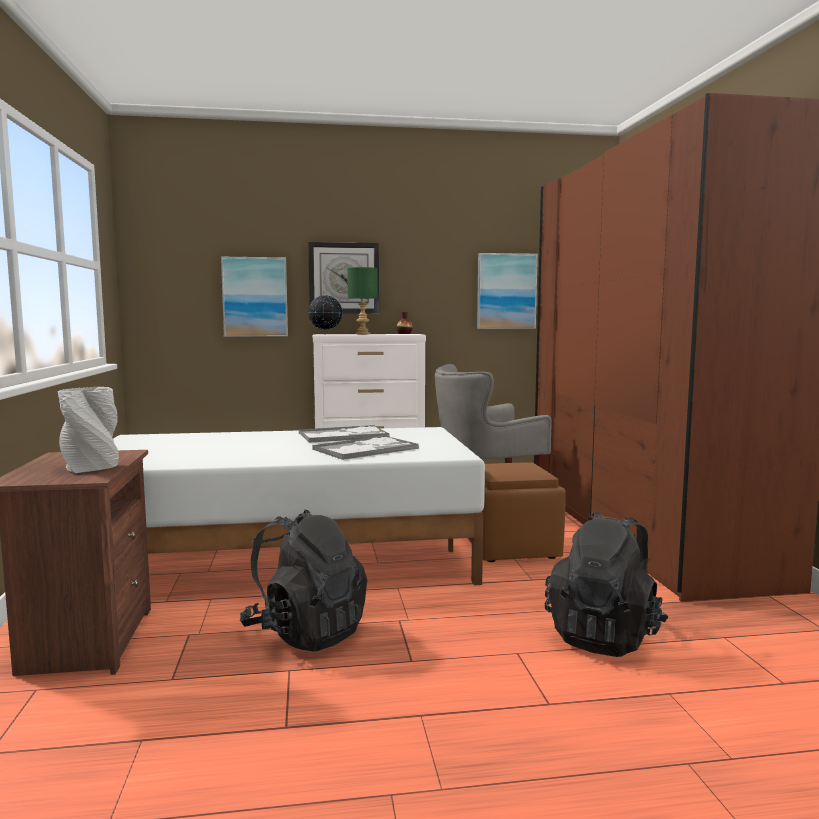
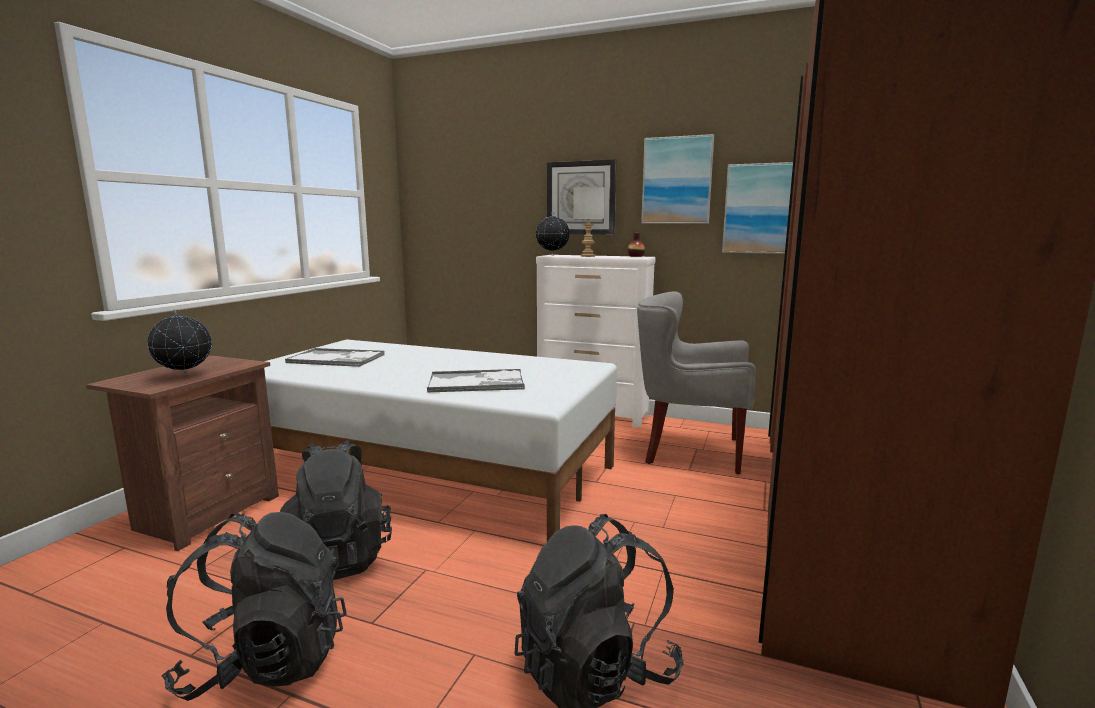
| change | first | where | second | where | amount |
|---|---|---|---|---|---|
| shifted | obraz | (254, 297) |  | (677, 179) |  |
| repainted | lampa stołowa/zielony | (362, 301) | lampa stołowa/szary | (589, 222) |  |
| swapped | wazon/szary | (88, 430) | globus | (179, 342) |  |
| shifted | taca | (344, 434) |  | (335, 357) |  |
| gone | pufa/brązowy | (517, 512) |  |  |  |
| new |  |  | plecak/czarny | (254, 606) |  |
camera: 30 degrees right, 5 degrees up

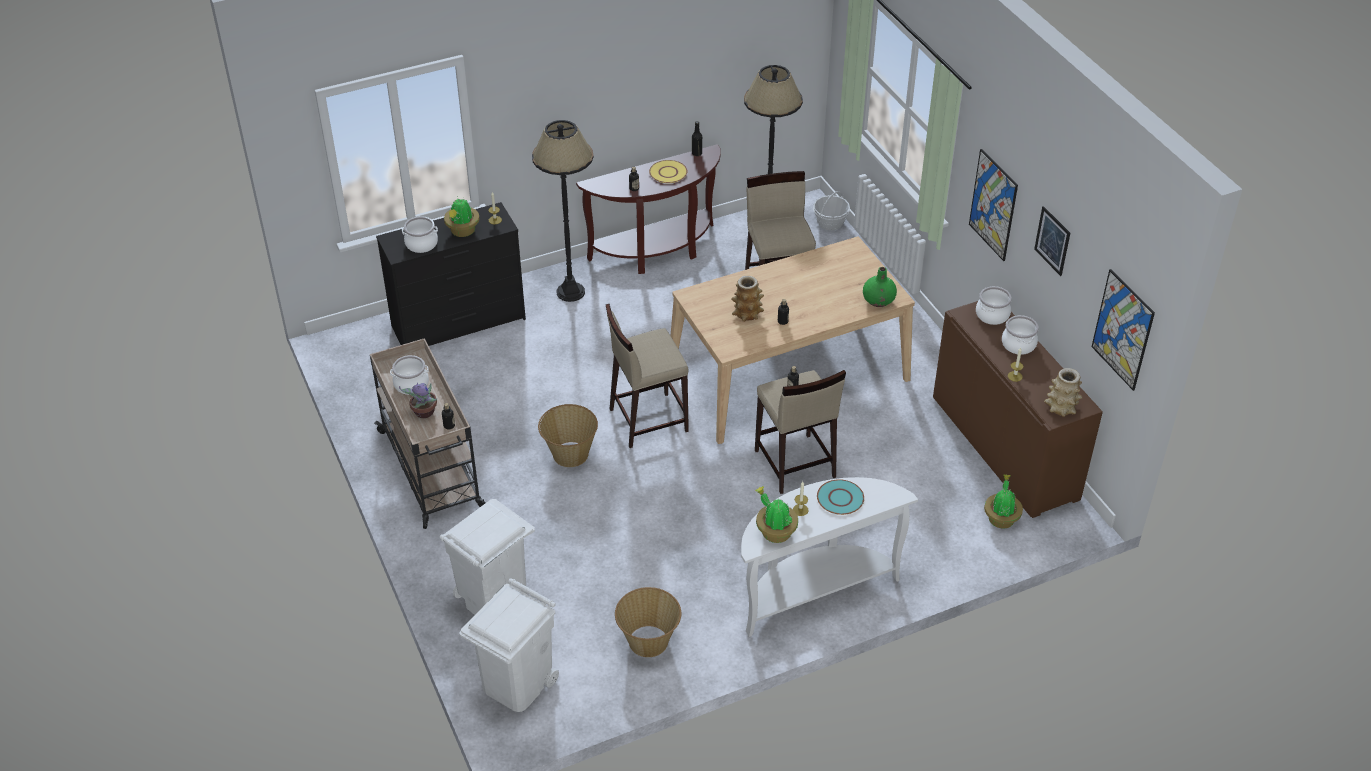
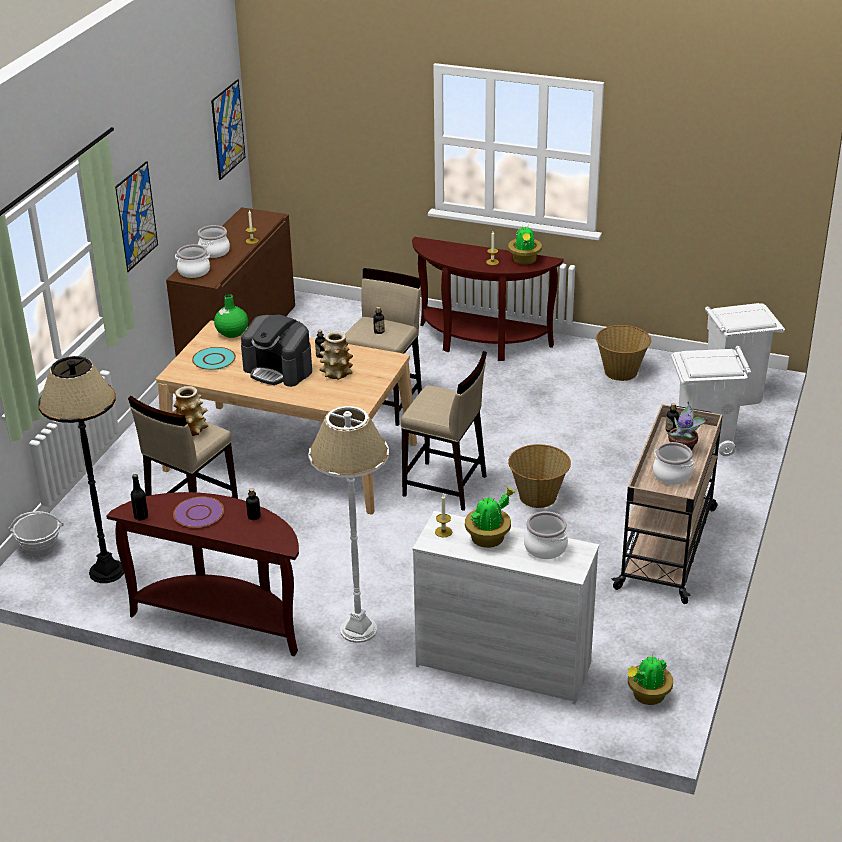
| change | first | where | second | where | amount |
|---|---|---|---|---|---|
| repainted | lampa stojąca/czarny | (562, 211) | lampa stojąca/biały | (348, 524) |  |
| repainted | talerz/żółty | (668, 171) | talerz/fioletowy | (198, 512) |  |
| repainted | komoda/czarny | (451, 274) | komoda/biały | (505, 607) |  |
| gone | obraz | (1052, 241) |  |  |  |
| shifted | wazon | (1063, 392) |  | (190, 411) |  |
| shifted | roślina doniczkowa | (1003, 501) |  | (650, 680) |  |
| repainted | stolik konsolowy/biały | (829, 557) | stolik konsolowy/brązowy | (487, 299) |  |
| shifted | talerz/turkusowy | (840, 497) |  | (214, 358) |  |
| new |  |  | ekspres do kawy | (276, 350) |  |
camera: 135 degrees left, 10 degrees down

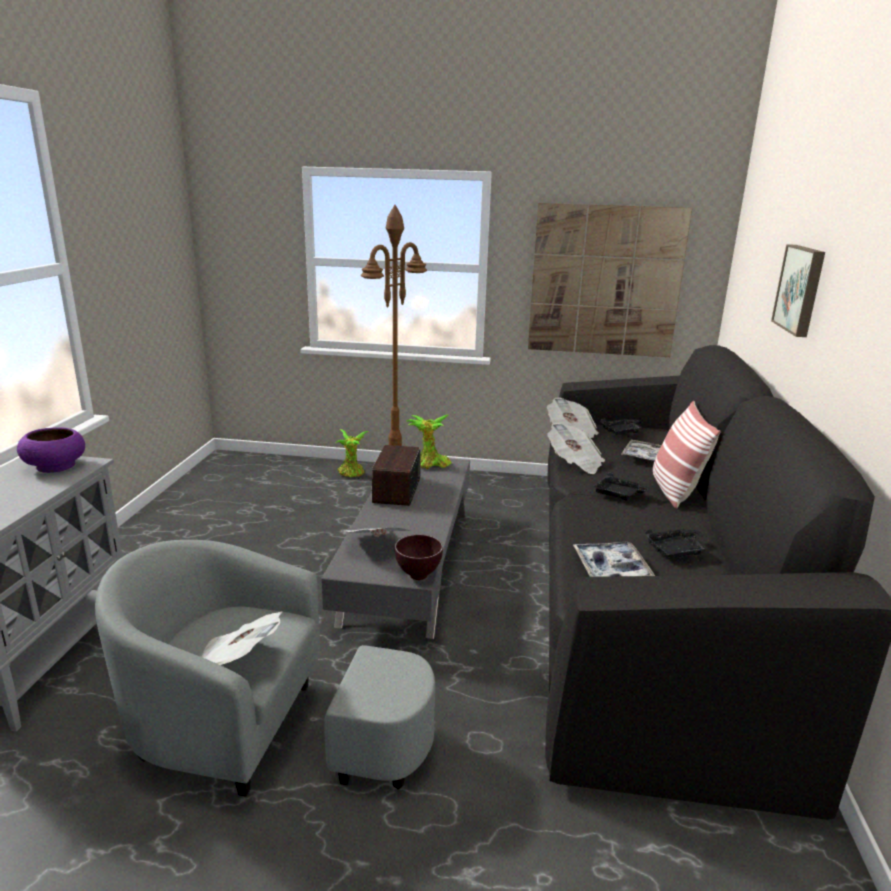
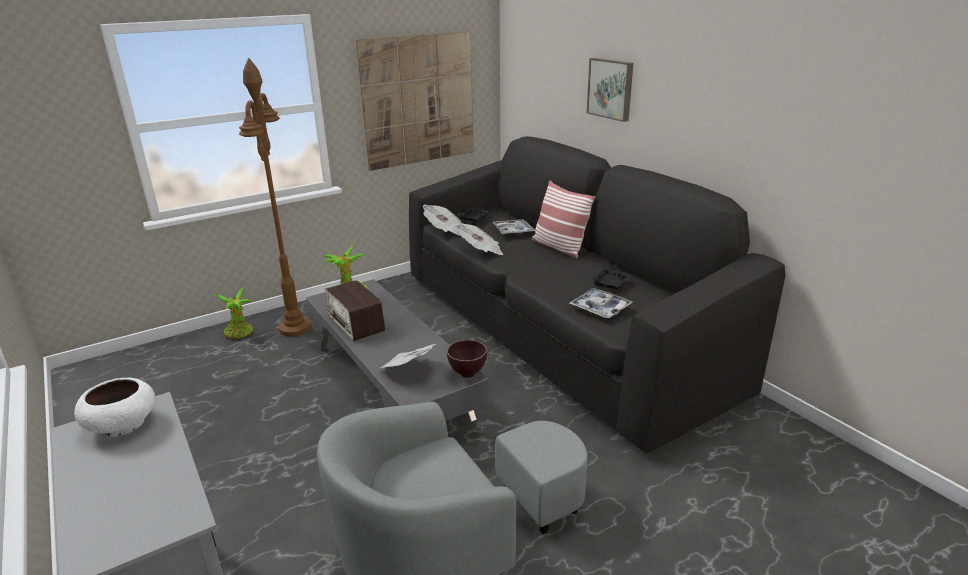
| change | first | where | second | where | amount |
|---|---|---|---|---|---|
| repainted | miska/fioletowy | (51, 450) | miska/biały | (114, 407) |  |
| gone | taca/czarny | (622, 486) |  |  |  |
| gone | gazeta | (241, 638) |  |  |  |
camera: 40 degrees left, 5 degrees up

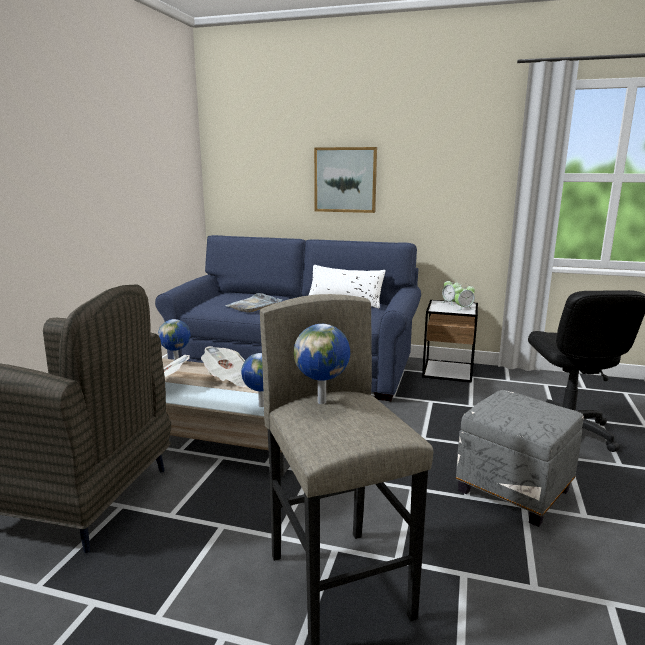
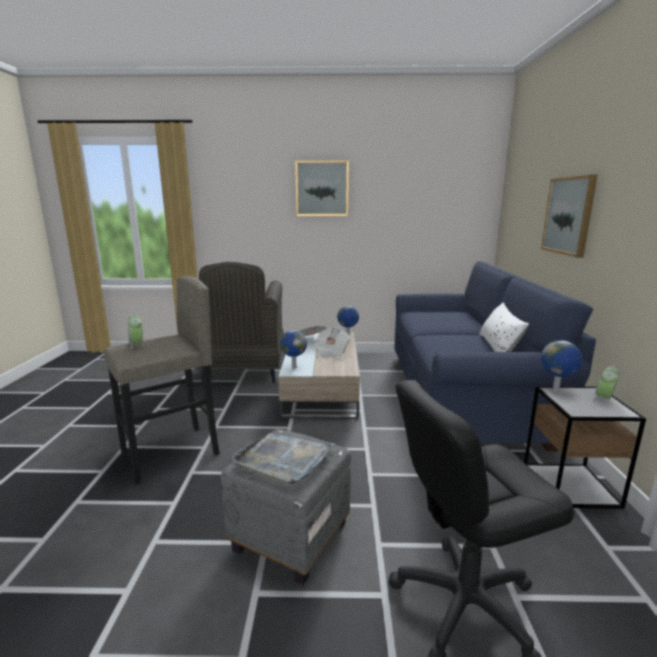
| change | first | where | second | where | amount |
|---|---|---|---|---|---|
| shifted | budzik | (465, 296) |  | (135, 330) |  |
| shifted | taca/szary | (253, 303) |  | (283, 459) |  |
| shifted | globus | (322, 364) |  | (561, 366) |  |
| new |  |  | obraz | (322, 188) |  |
camera: 75 degrees right, 0 degrees up

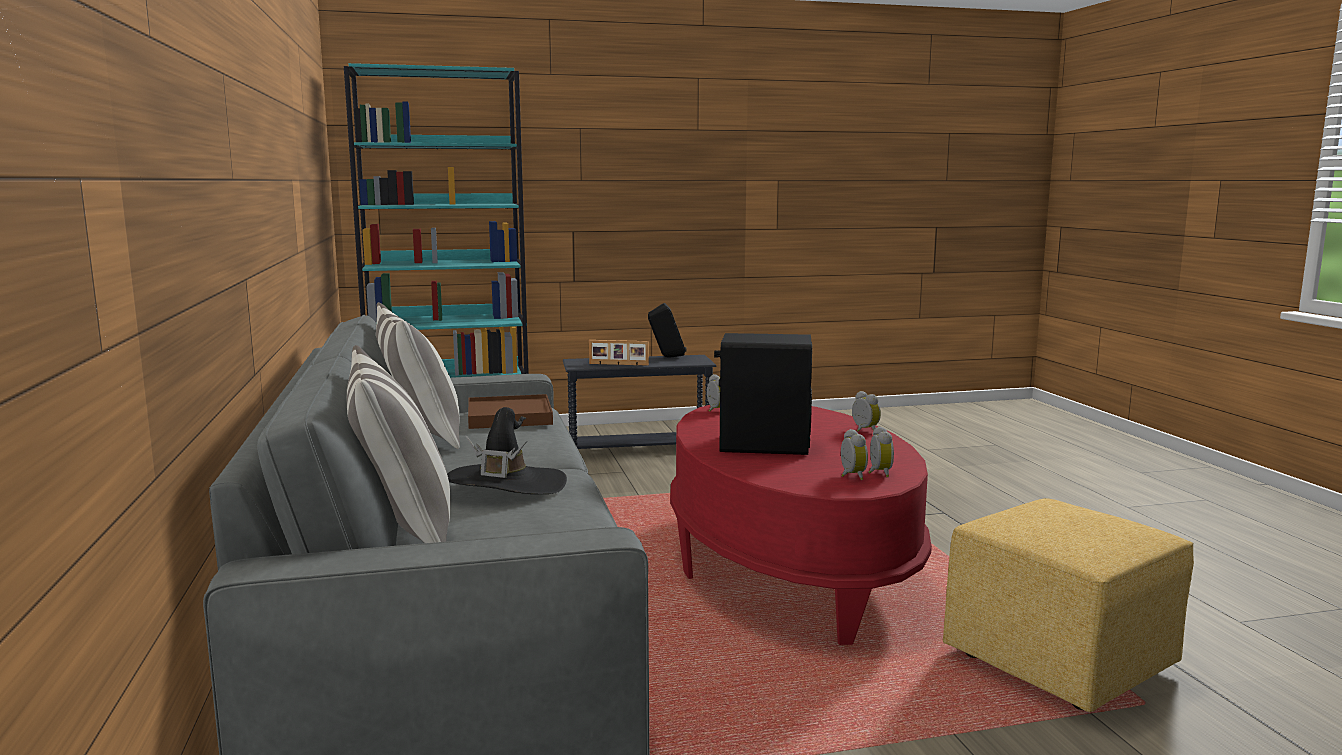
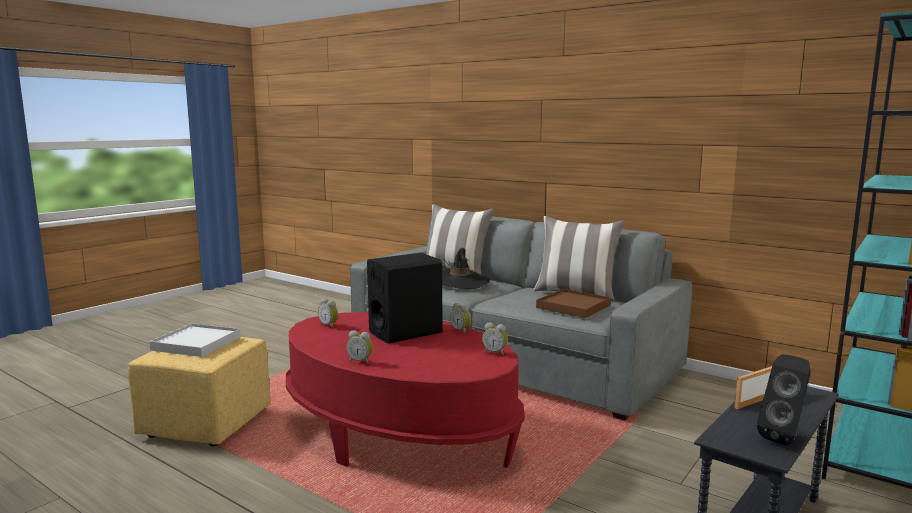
| change | first | where | second | where | amount |
|---|---|---|---|---|---|
| shifted | budzik | (881, 451) |  | (460, 318) |  |
| new |  |  | taca/biały | (194, 340) |  |
camera: 140 degrees right, 0 degrees up

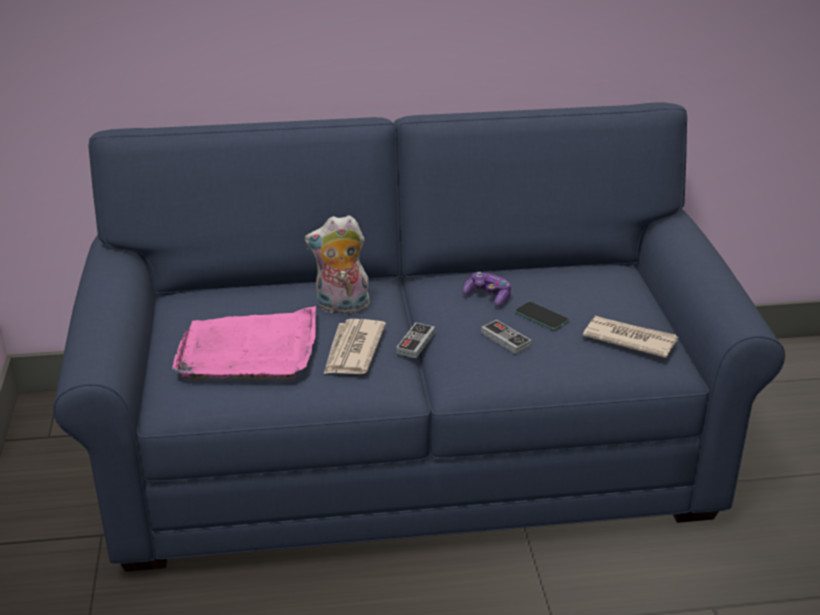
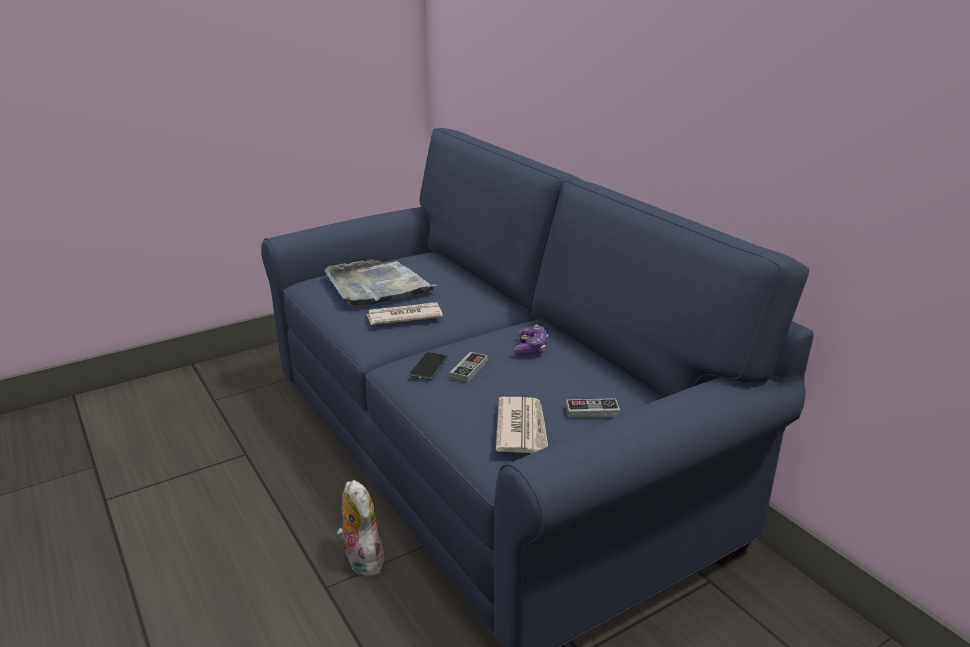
| change | first | where | second | where | amount |
|---|---|---|---|---|---|
| shifted | pluszak | (338, 264) |  | (361, 528) |  |
| shifted | telefon | (542, 316) |  | (428, 366) |  |
| repainted | taca/różowy | (244, 342) | taca/szary | (380, 283) |  |
| shifted | pad do gier | (415, 340) |  | (593, 408) |  |
camera: 65 degrees right, 5 degrees down

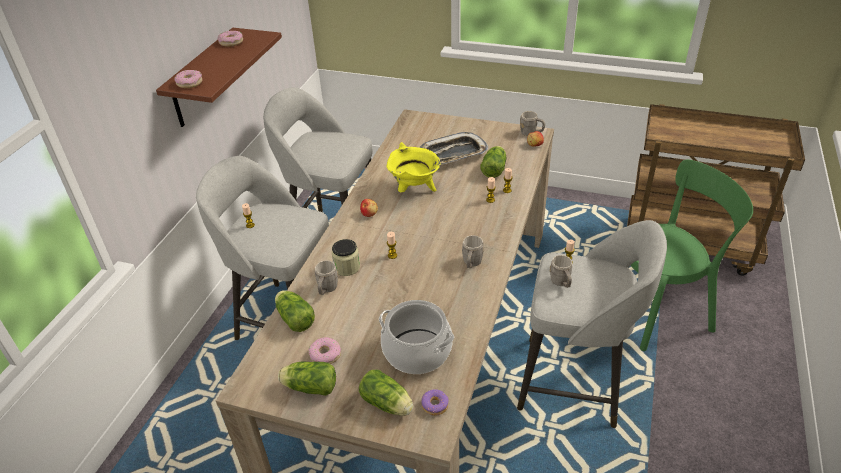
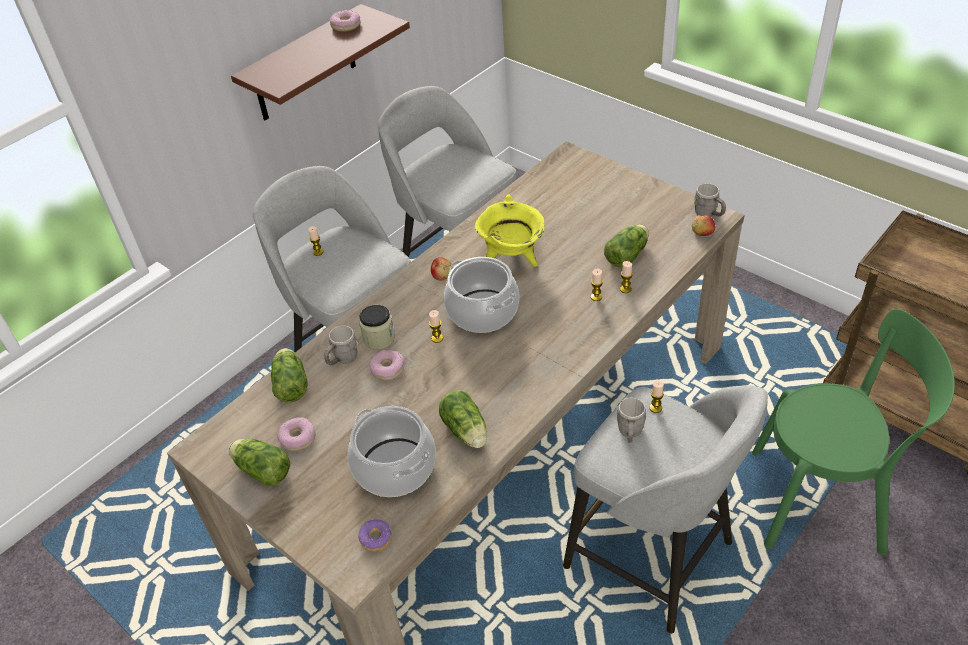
| change | first | where | second | where | amount |
|---|---|---|---|---|---|
| shifted | donut | (188, 79) |  | (387, 365) |  |
| gone | taca | (453, 148) |  |  |  |
| gone | kubek/szary | (473, 251) |  |  |  |
| shifted | sałata | (386, 393) |  | (463, 419) |  |
| new |  |  | garnek | (481, 295) |  |
camera: 25 degrees right, 5 degrees up

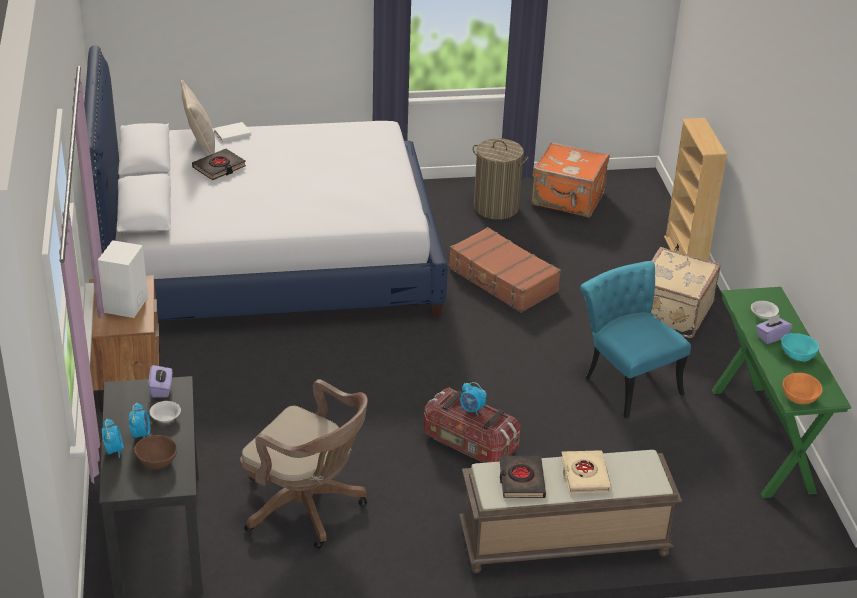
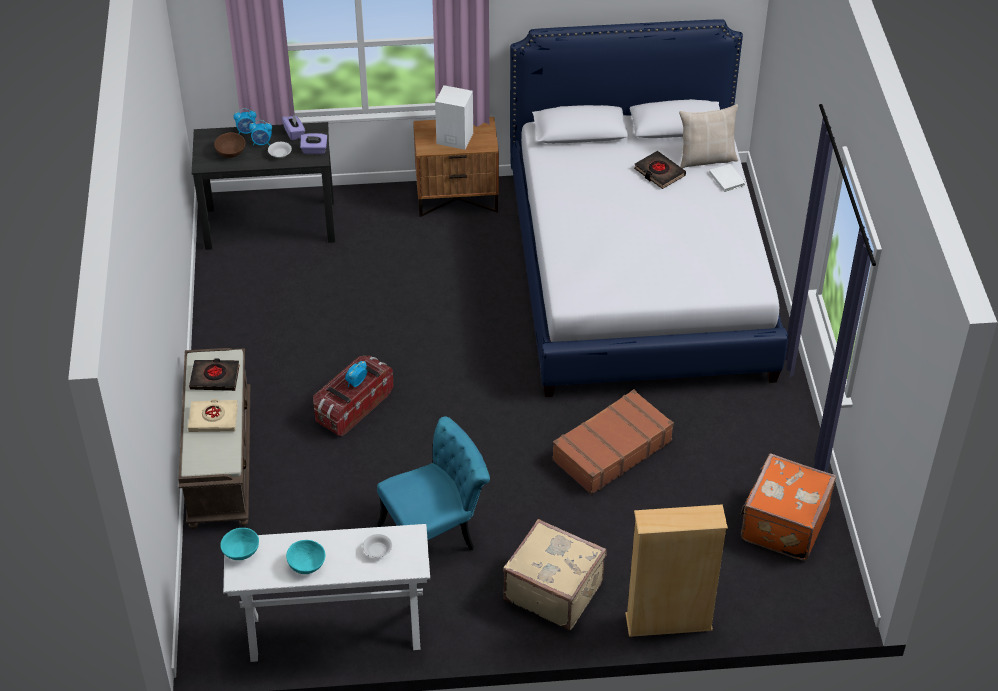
| change | first | where | second | where | amount |
|---|---|---|---|---|---|
| gone | kosz na pranie | (500, 179) |  |  |  |
| repainted | stolik konsolowy/zielony | (781, 392) | stolik konsolowy/biały | (326, 593) |  |
| shifted | pudełko chusteczek/fioletowy | (774, 329) |  | (293, 128) |  |
| repainted | miska/pomarańczowy | (802, 388) | miska/turkusowy | (239, 544) |  |
| gone | krzesło biurowe/brązowy | (304, 464) |  |  |  |
camera: 95 degrees right, 10 degrees up

